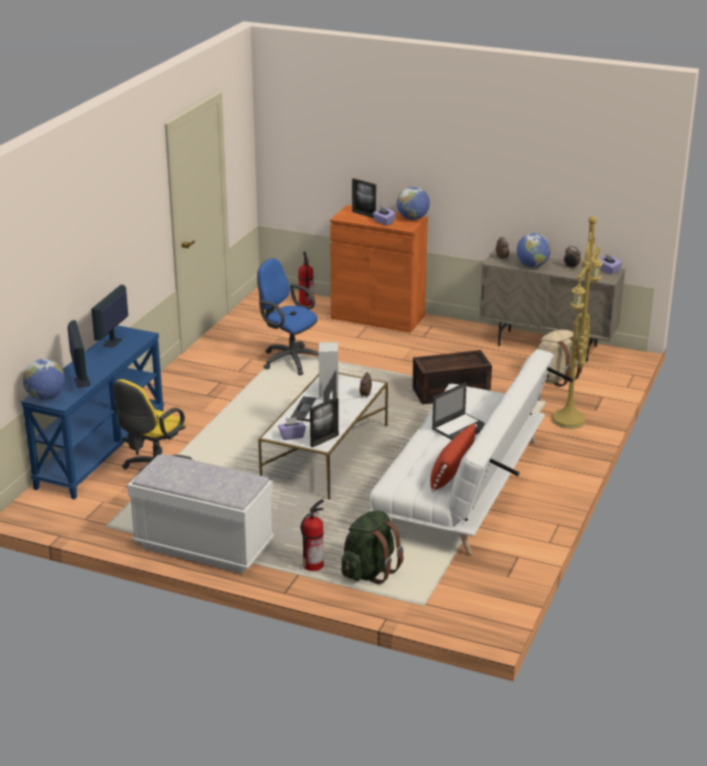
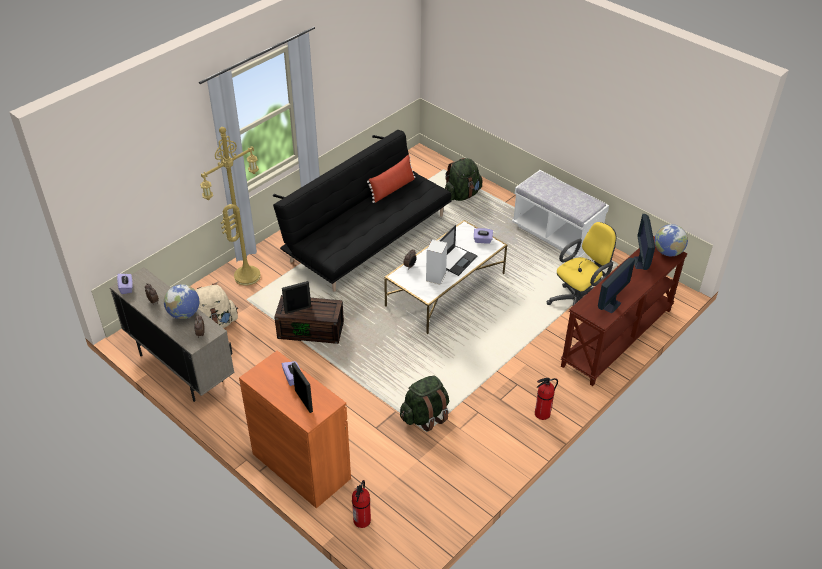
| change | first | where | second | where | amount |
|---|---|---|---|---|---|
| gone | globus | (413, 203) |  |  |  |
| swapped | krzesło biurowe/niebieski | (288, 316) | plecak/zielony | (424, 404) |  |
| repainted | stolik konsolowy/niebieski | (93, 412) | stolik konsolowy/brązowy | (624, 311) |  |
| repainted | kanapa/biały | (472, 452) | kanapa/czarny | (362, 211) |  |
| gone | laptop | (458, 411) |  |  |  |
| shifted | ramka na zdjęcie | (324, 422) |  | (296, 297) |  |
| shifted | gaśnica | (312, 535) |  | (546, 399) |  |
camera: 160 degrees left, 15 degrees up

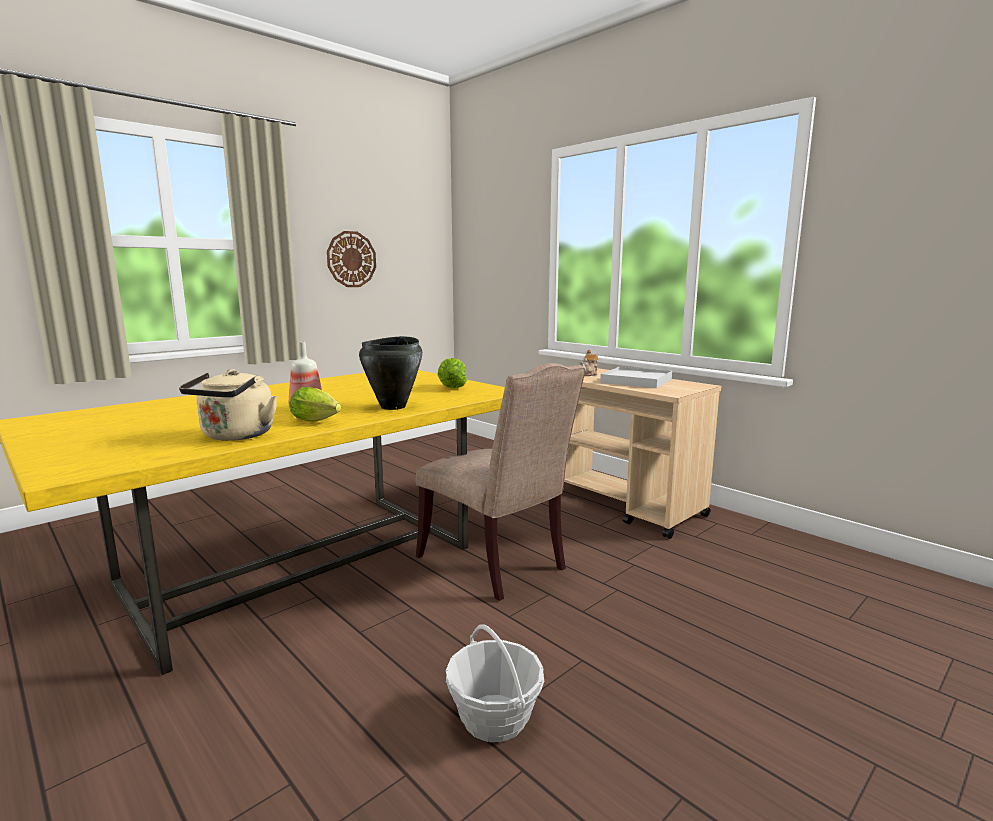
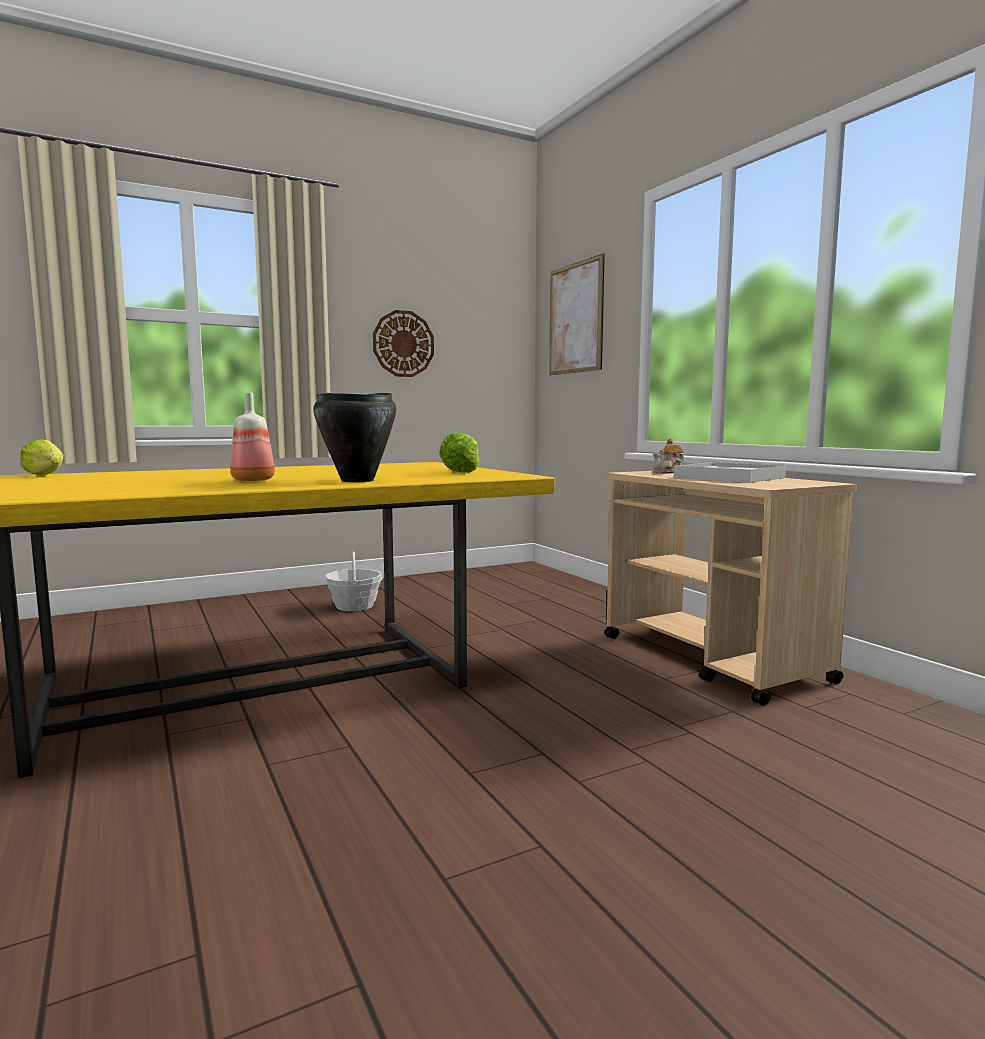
| change | first | where | second | where | amount |
|---|---|---|---|---|---|
| gone | krzesło/beżowy | (500, 482) |  |  |  |
| gone | czajnik/beżowy | (228, 405) |  |  |  |
| shifted | sałata | (315, 404) |  | (41, 457) |  |
| shifted | koszyk | (495, 683) |  | (354, 581) |  |
| new |  |  | obraz | (577, 314) |  |
camera: 15 degrees right, 5 degrees down

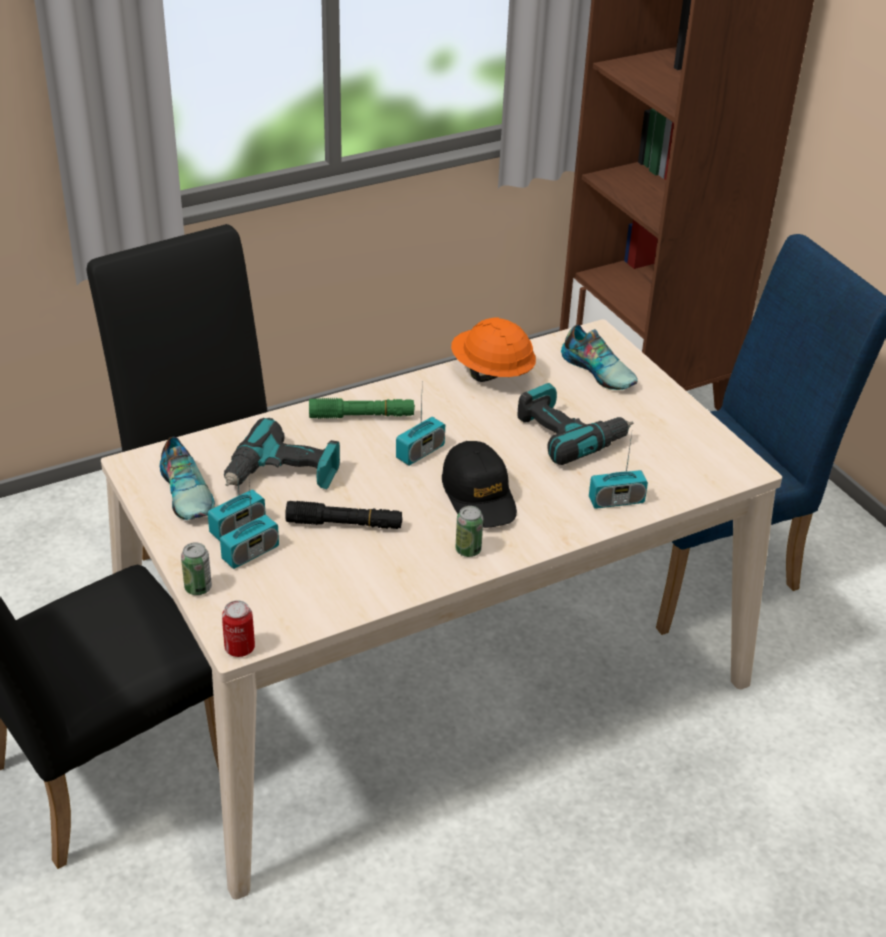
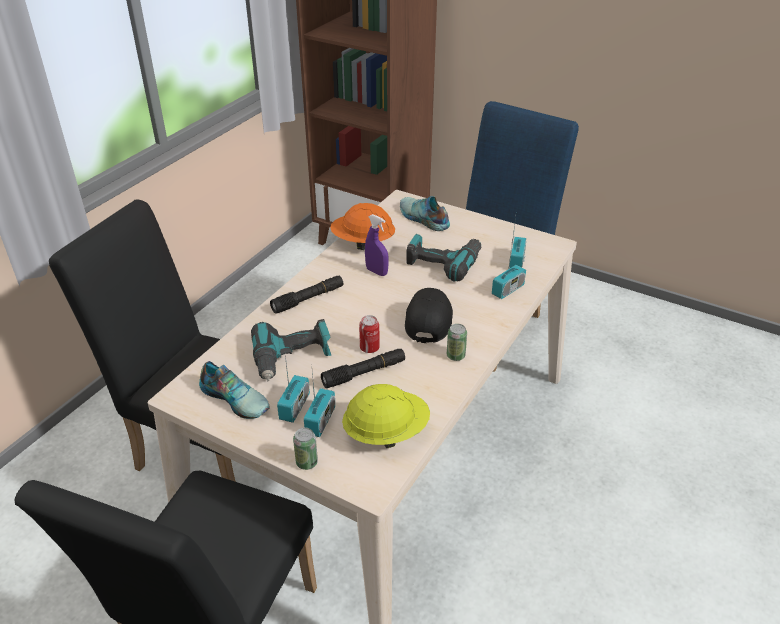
| change | first | where | second | where | amount |
|---|---|---|---|---|---|
| rotated | but | (599, 357) |  | (425, 213) | 150 degrees counterclockwise |
| repainted | latarka/zielony | (362, 408) | latarka/czarny | (306, 294) |  |
| shifted | radio | (420, 433) |  | (517, 243) |  |
| rotated | czapka z daszkiem/czarny | (479, 484) |  | (429, 315) | 120 degrees counterclockwise |
| shifted | puszka | (238, 628) |  | (369, 334) |  |
| new |  |  | spryskiwacz/fioletowy | (377, 245) |  |
| new |  |  | kask/żółty | (386, 416) |  |
camera: 30 degrees left, 0 degrees up

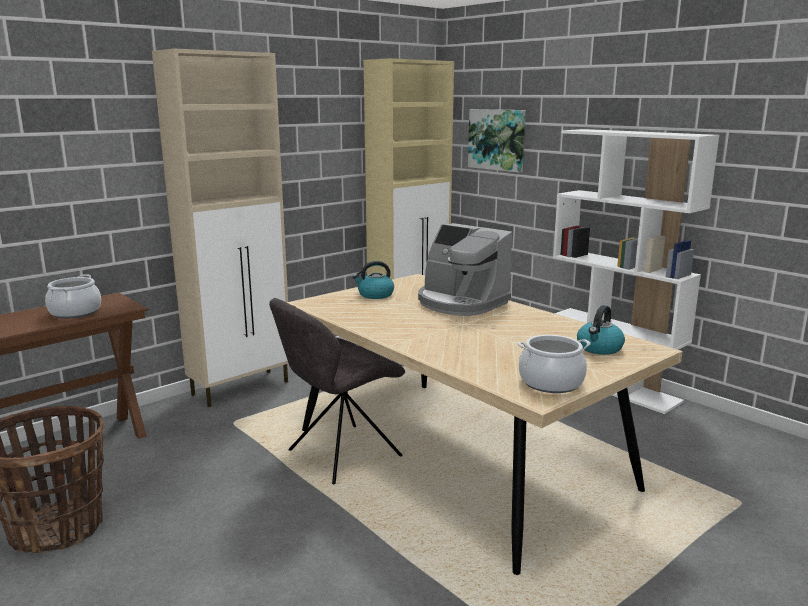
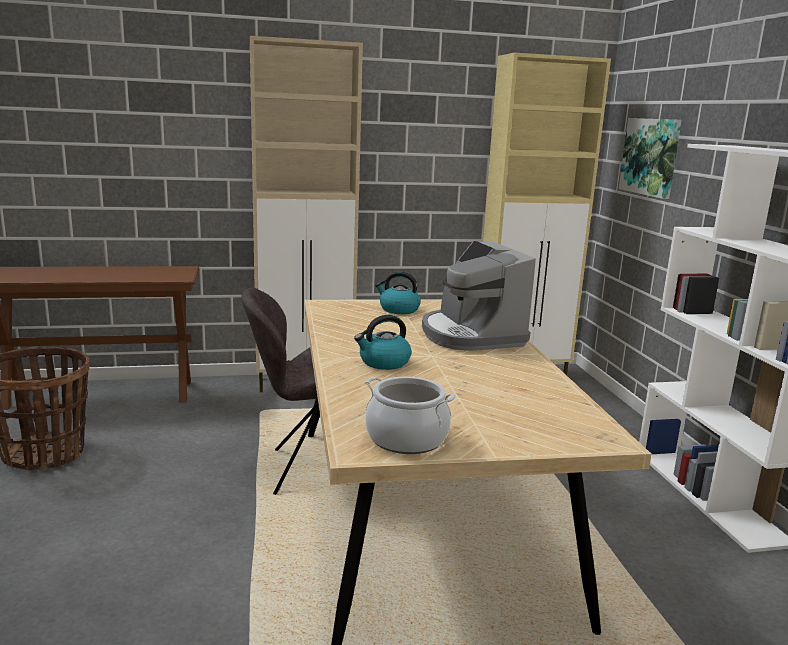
| change | first | where | second | where | amount |
|---|---|---|---|---|---|
| gone | garnek | (73, 296) |  |  |  |
| shifted | czajnik | (601, 330) |  | (383, 342) |  |
camera: 30 degrees right, 0 degrees up

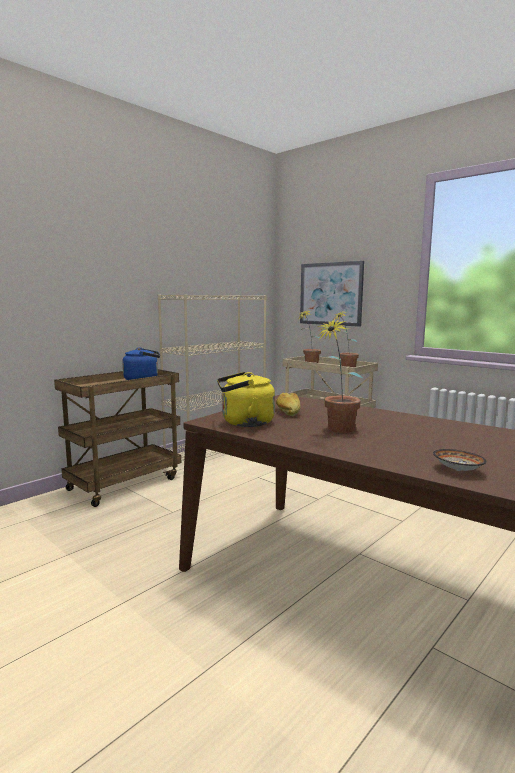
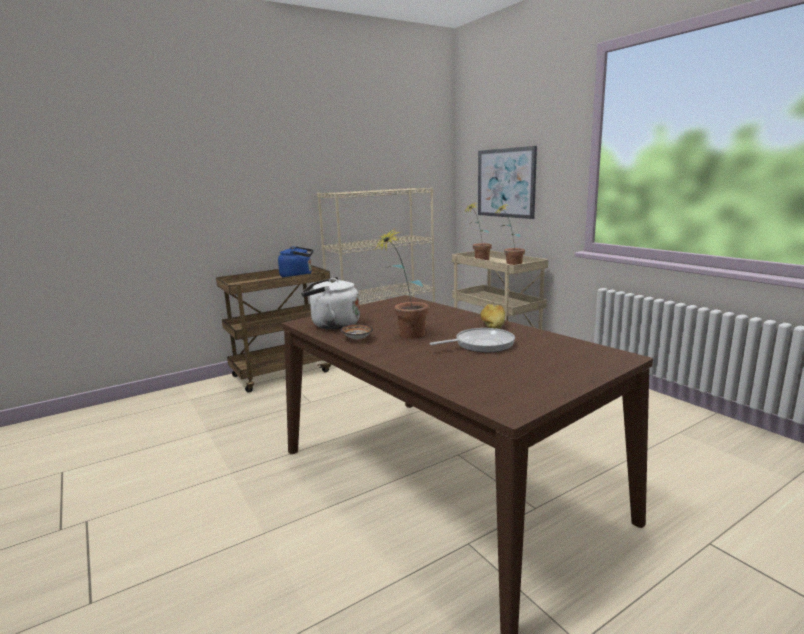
| change | first | where | second | where | amount |
|---|---|---|---|---|---|
| repainted | czajnik/żółty | (246, 399) | czajnik/biały | (330, 303) |  |
| shifted | chleb | (288, 404) |  | (493, 316) |  |
| shifted | miska | (460, 460) |  | (357, 332) |  |
| new |  |  | patelnia | (472, 340) |  |
camera: 15 degrees right, 5 degrees up

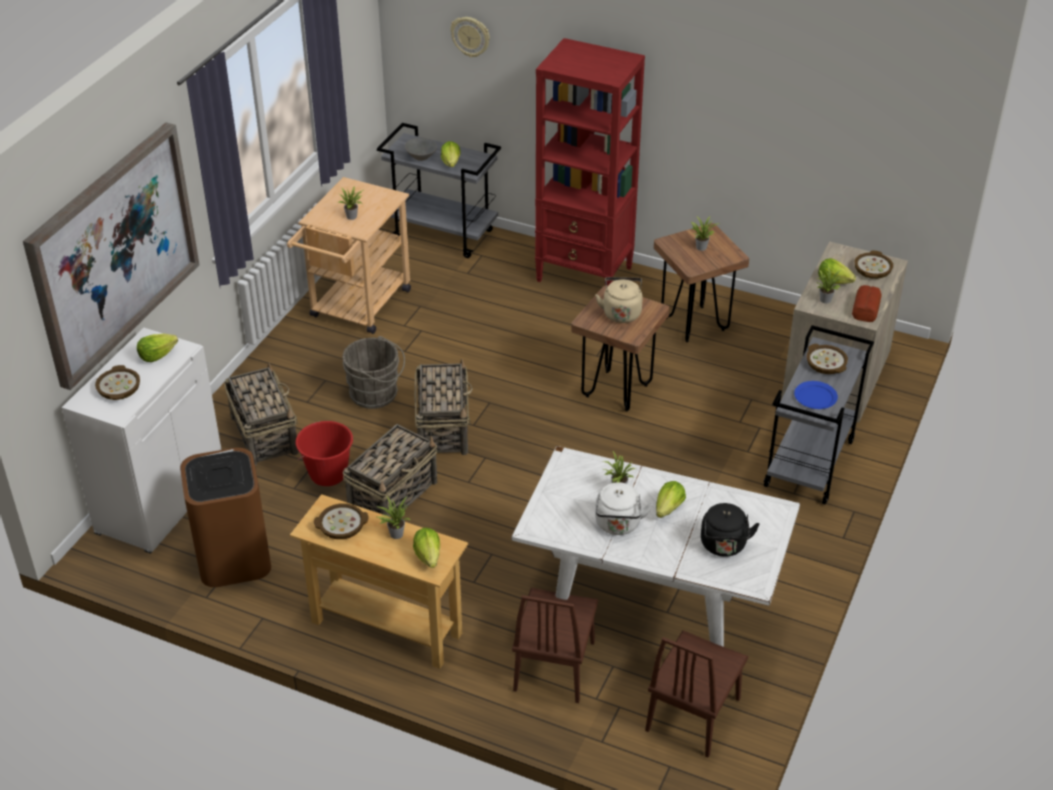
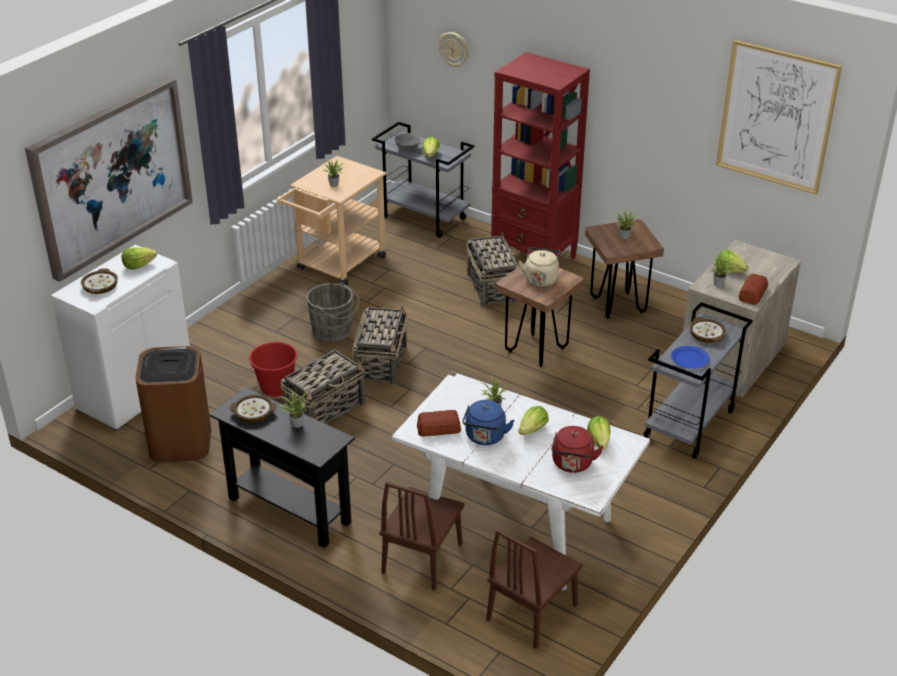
| change | first | where | second | where | amount |
|---|---|---|---|---|---|
| gone | miska | (874, 264) |  |  |  |
| shifted | koszyk | (261, 414) |  | (493, 269) |  |
| repainted | czajnik/biały | (623, 508) | czajnik/niebieski | (488, 422) |  |
| repainted | stolik konsolowy/beżowy | (379, 581) | stolik konsolowy/czarny | (282, 467) |  |
| repainted | czajnik/czarny | (730, 530) | czajnik/czerwony | (577, 449) |  |
| shifted | sałata | (426, 548) |  | (598, 432) |  |
| new |  |  | obraz | (779, 117) |  |
| new |  |  | chleb | (439, 423) |  |
camera: 10 degrees right, 5 degrees down

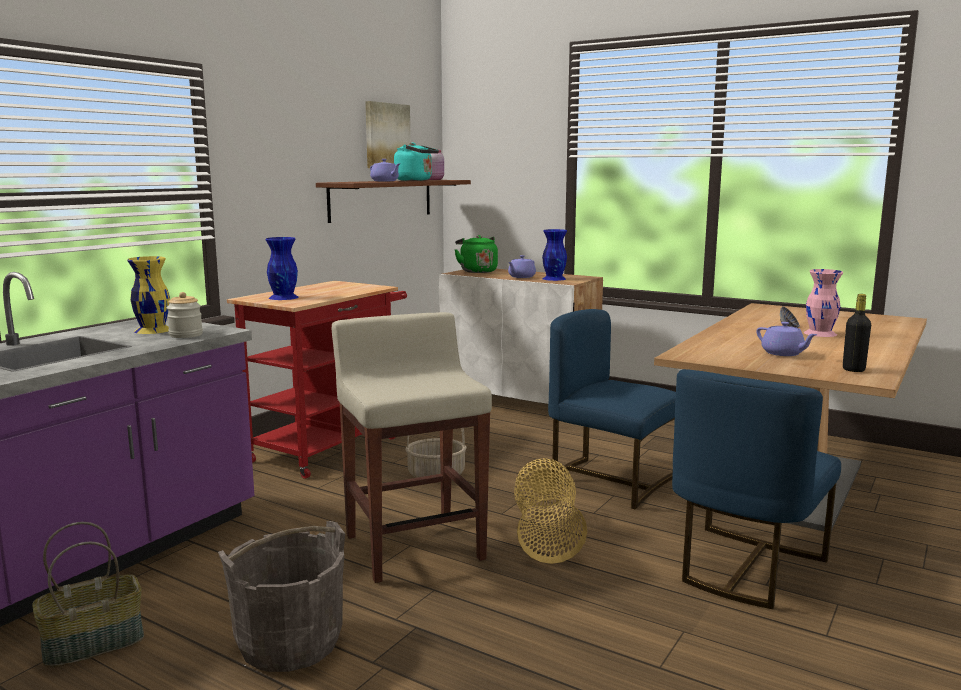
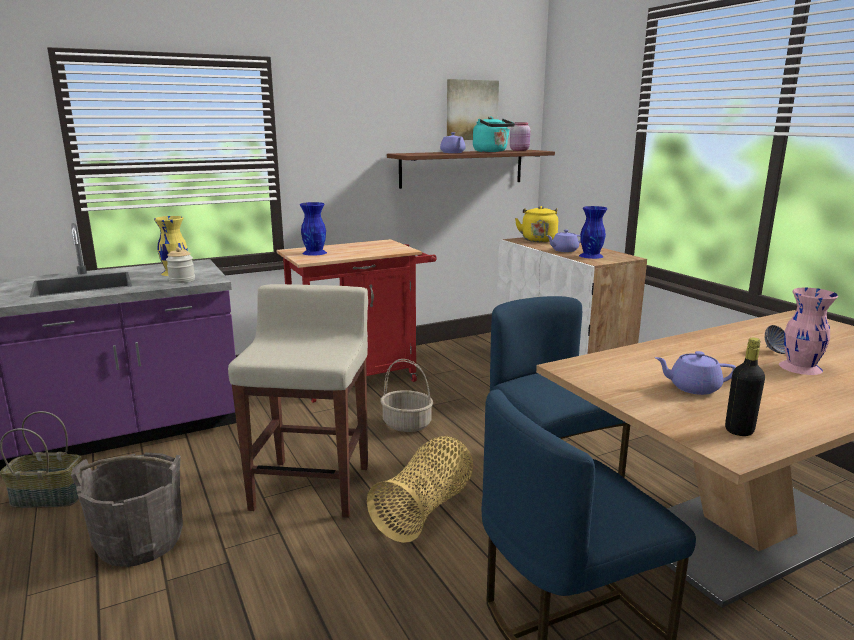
| change | first | where | second | where | amount |
|---|---|---|---|---|---|
| repainted | czajnik/zielony | (476, 254) | czajnik/żółty | (536, 224) |  |
| rotated | imbryk/fioletowy | (786, 339) |  | (695, 373) | 105 degrees clockwise |
camera: 30 degrees right, 5 degrees up

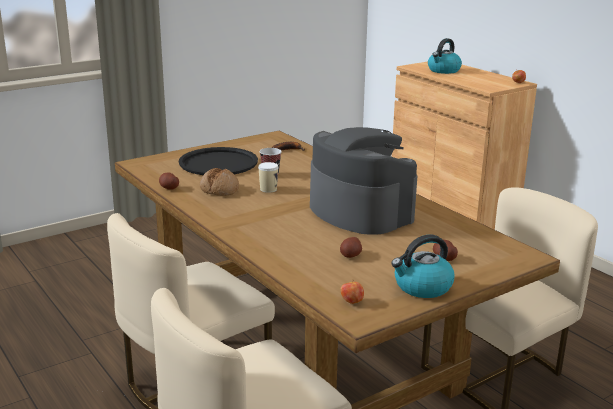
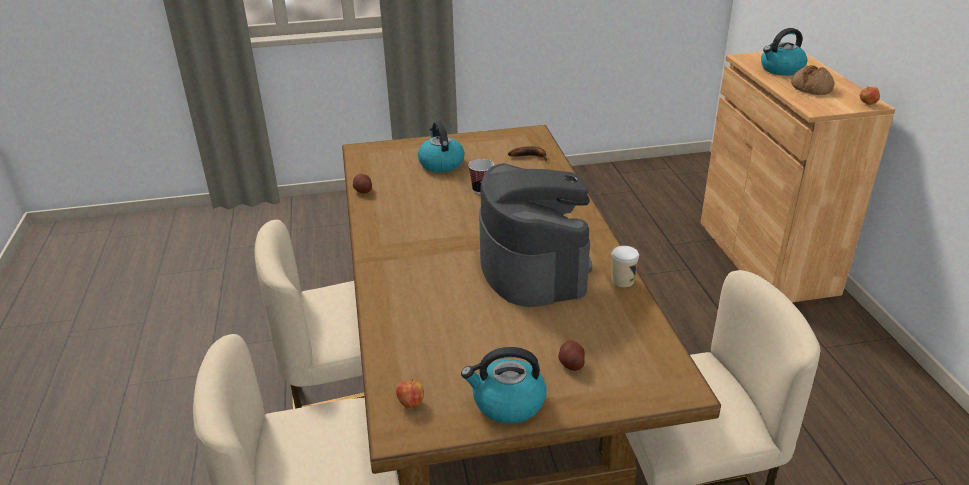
| change | first | where | second | where | amount |
|---|---|---|---|---|---|
| swapped | taca/czarny | (218, 161) | czajnik | (441, 147) |  |
| shifted | filiżanka | (268, 177) |  | (625, 266) |  |
| shifted | chleb | (219, 182) |  | (812, 80) |  |
| gone | ziemniak | (351, 247) |  |  |  |
camera: 25 degrees right, 10 degrees up

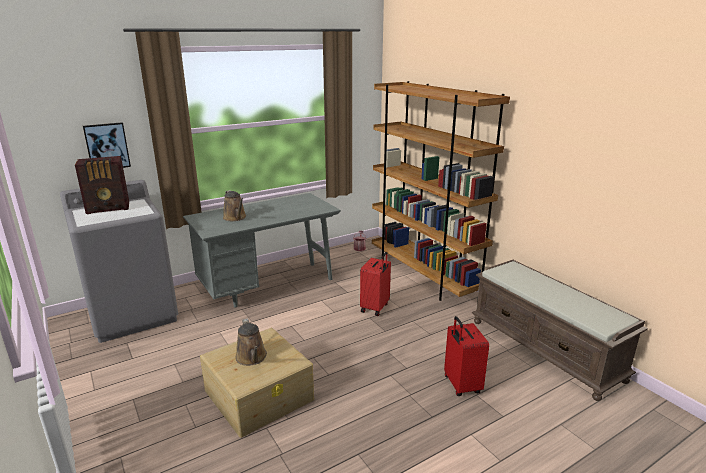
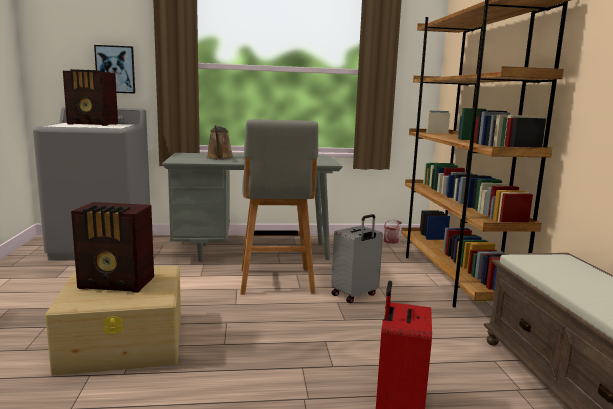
| change | first | where | second | where | amount |
|---|---|---|---|---|---|
| repainted | walizka/czerwony | (375, 284) | walizka/szary | (357, 258) |  |
| swapped | konewka/brązowy | (251, 342) | radio | (112, 247) |  |
| new |  |  | stołek/szary | (279, 207) |  |
camera: 25 degrees right, 10 degrees down

